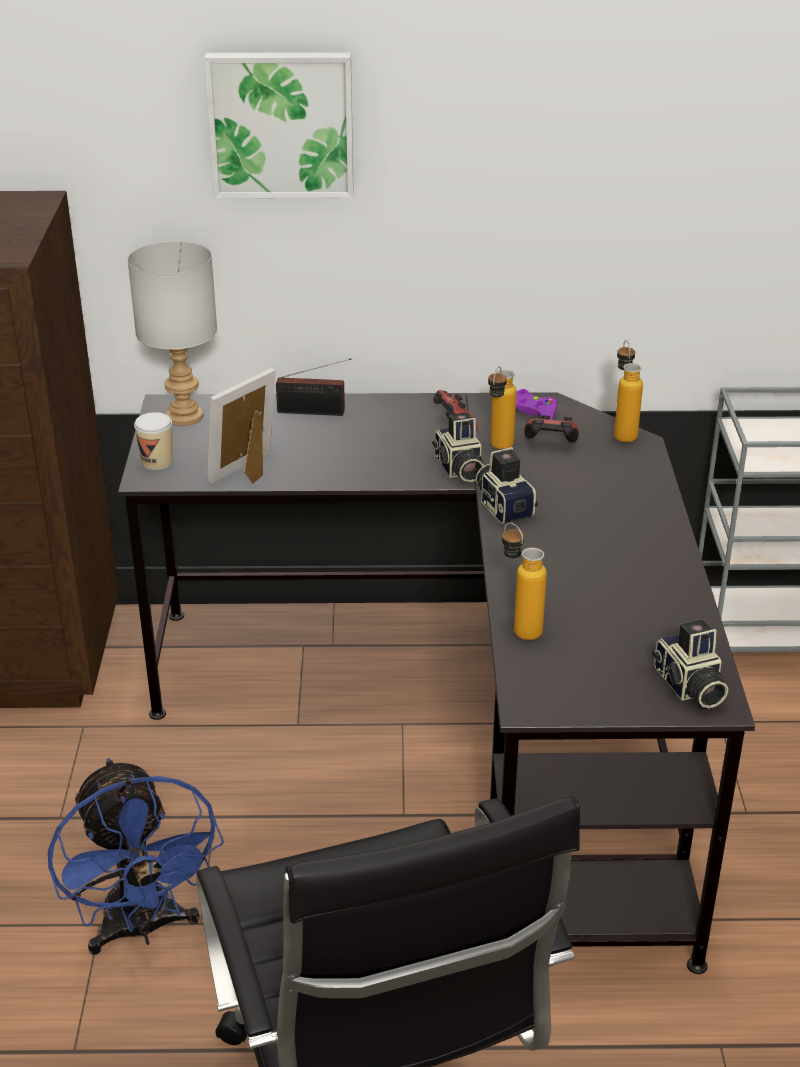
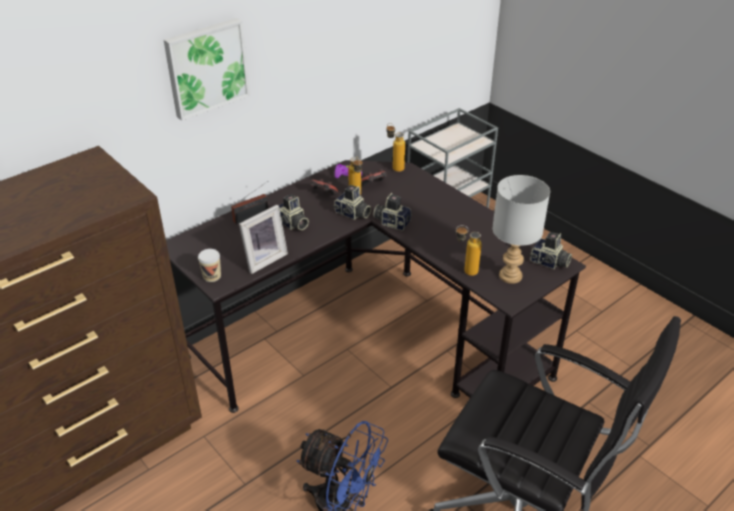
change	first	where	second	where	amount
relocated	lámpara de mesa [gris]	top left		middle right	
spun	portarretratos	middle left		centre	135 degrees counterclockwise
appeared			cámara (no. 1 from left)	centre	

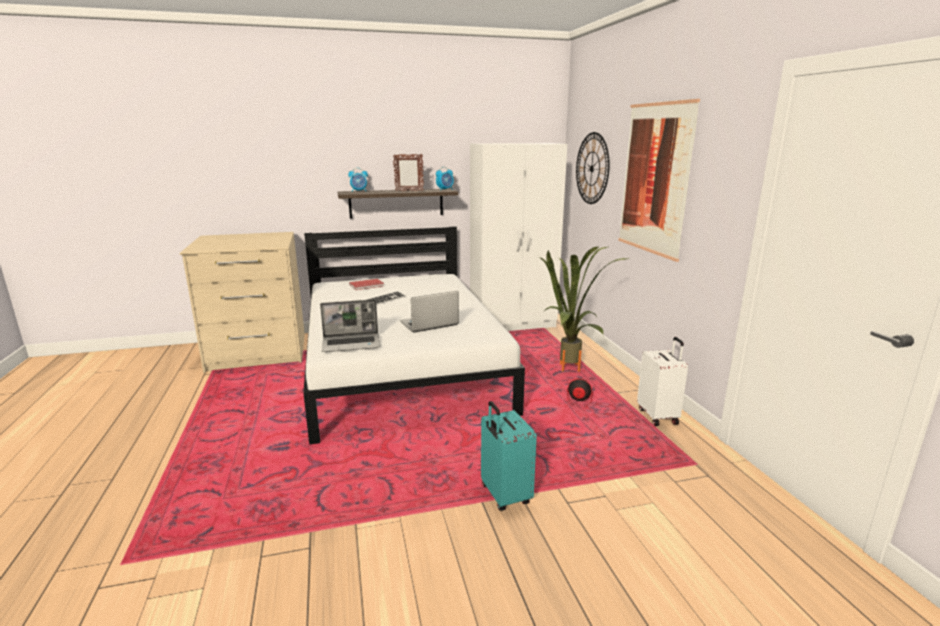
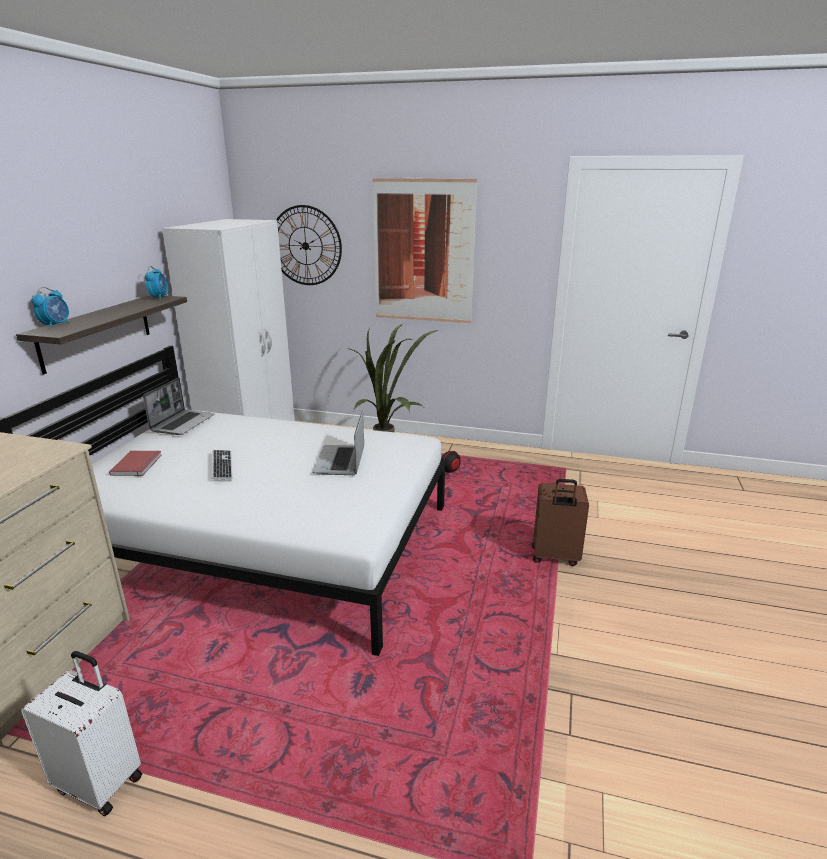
change	first	where	second	where	amount
relocated	portátil (no. 1 from left)	centre		middle left	
missing	portarretratos	top centre			
colour	maleta [turquesa]	bottom centre	maleta [marrón]	middle right	
relocated	maleta [blanco]	middle right		bottom left	

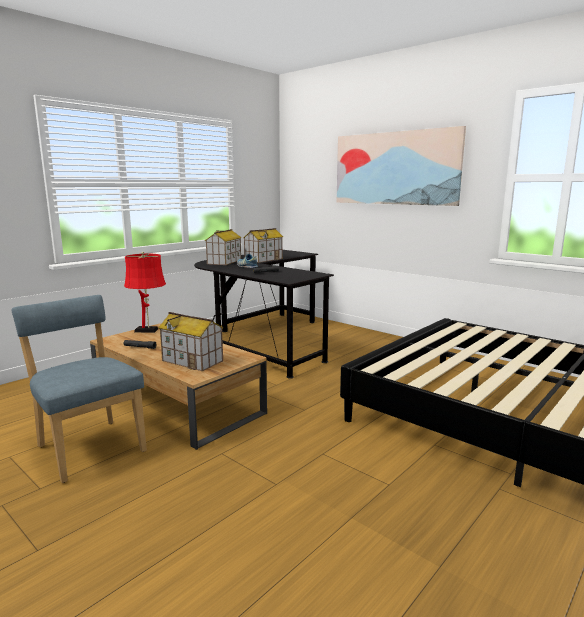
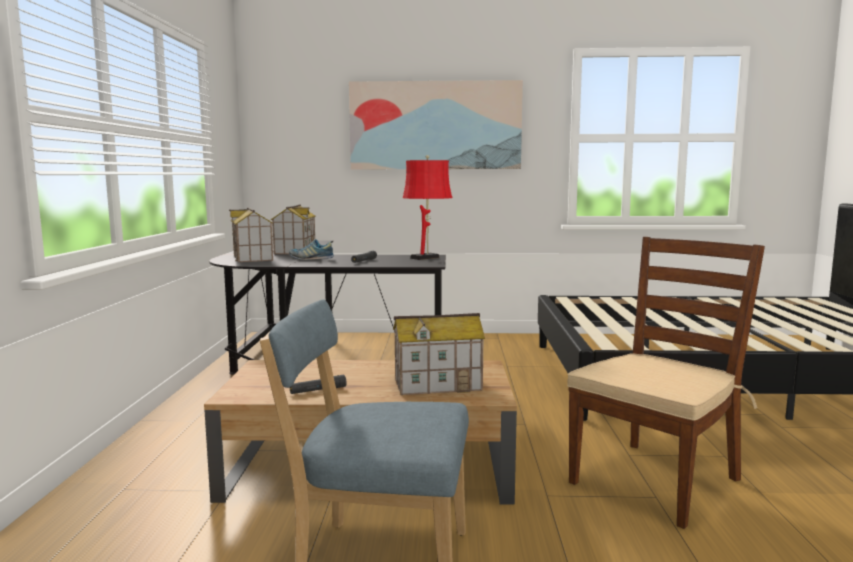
change	first	where	second	where	amount
relocated	lámpara de mesa [rojo]	middle left		centre	
appeared			silla [marrón]	bottom right	

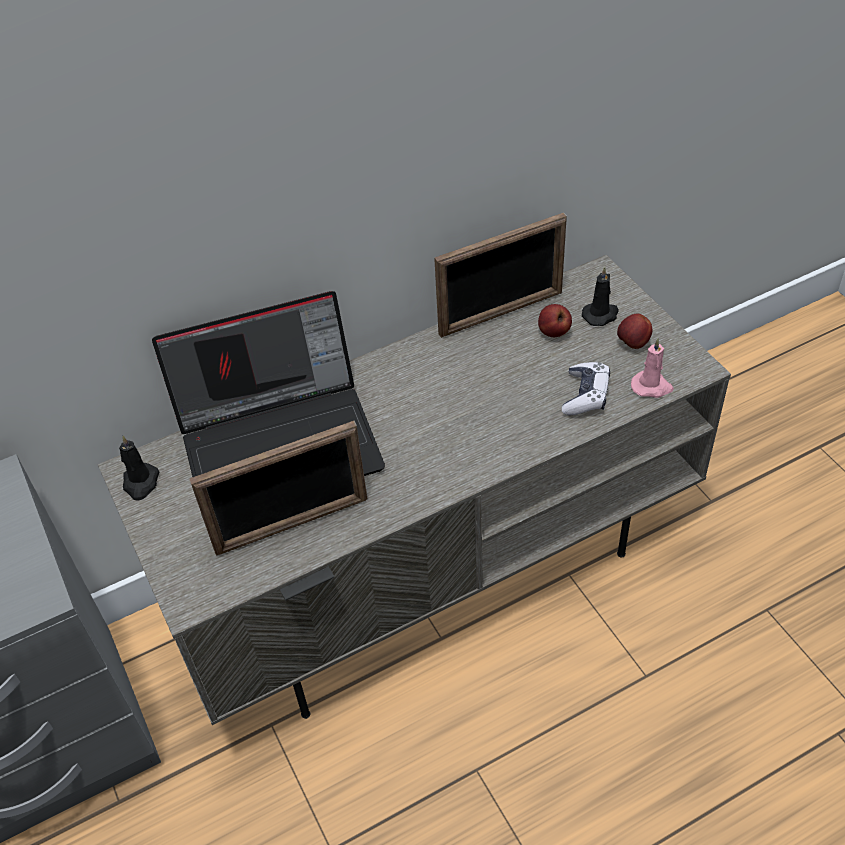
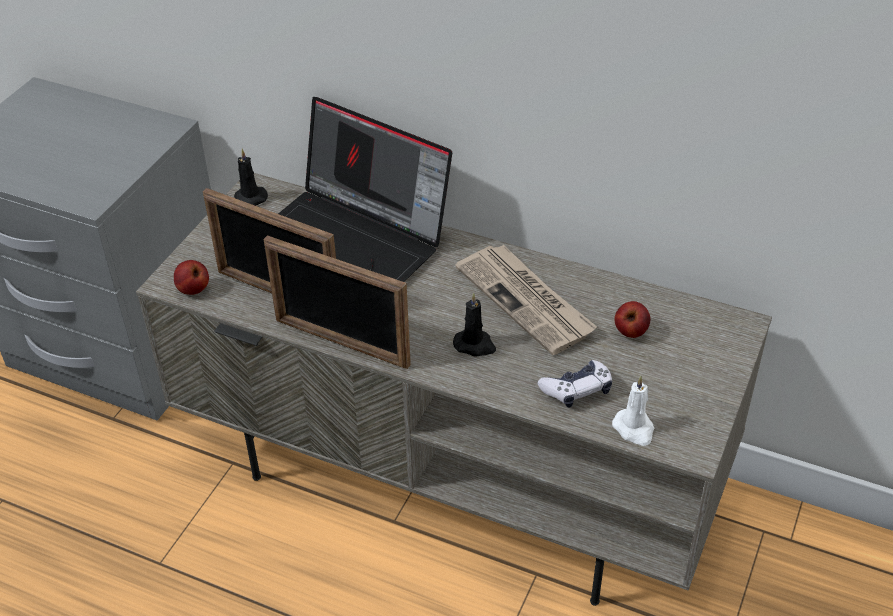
change	first	where	second	where	amount
relocated	portarretratos (no. 2 from left)	top centre		centre	
relocated	vela [negro] (no. 2 from left)	middle right		centre	
relocated	manzana (no. 2 from left in the first image)	middle right	manzana (no. 1 from left)	middle left	
colour	vela [rosa]	middle right	vela [blanco]	bottom right	
appeared			periódico	centre	

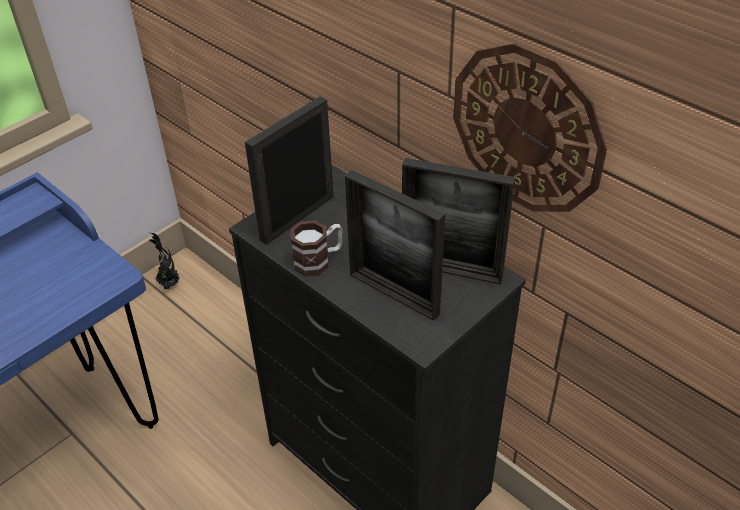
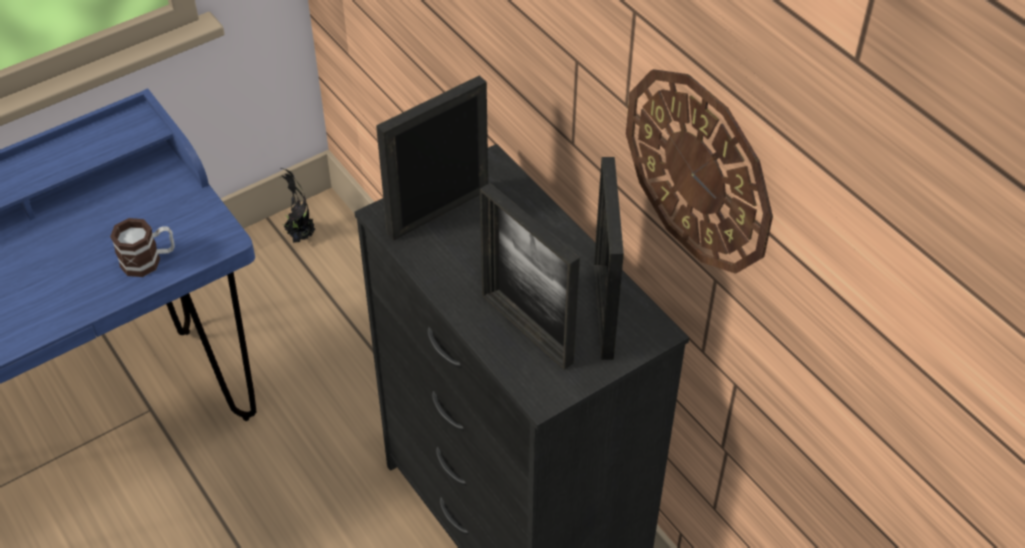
change	first	where	second	where	amount
relocated	taza grande	centre		middle left	
spun	portarretratos (no. 3 from left)	centre		centre	60 degrees clockwise

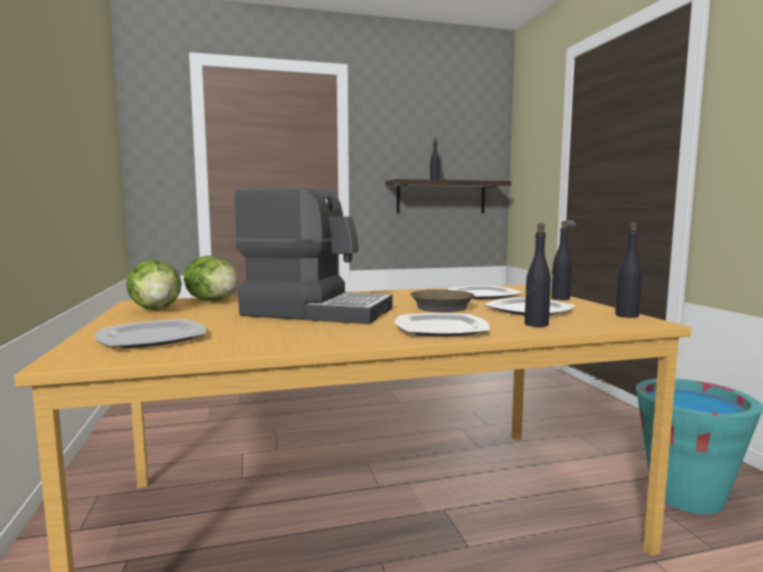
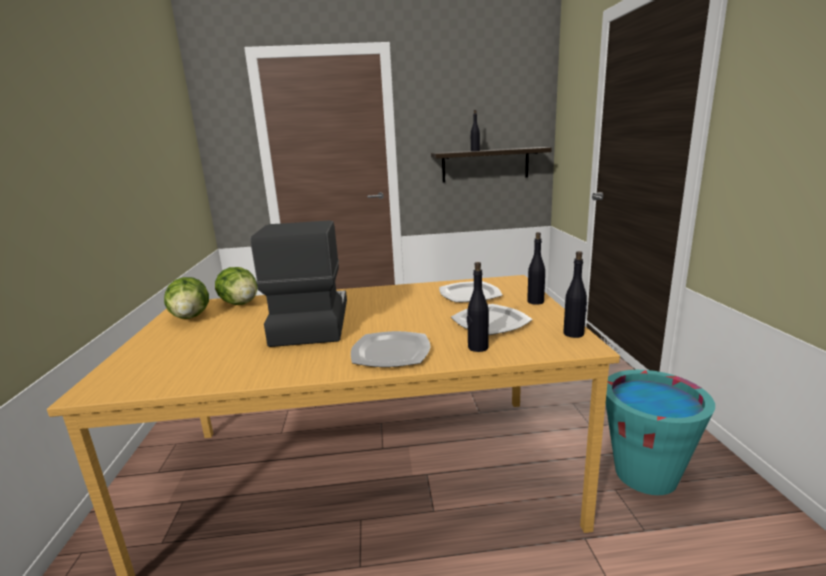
change	first	where	second	where	amount
missing	plato (no. 1 from left)	middle left			
spun	cafetera	centre		centre	120 degrees counterclockwise
missing	sartén [marrón]	centre			

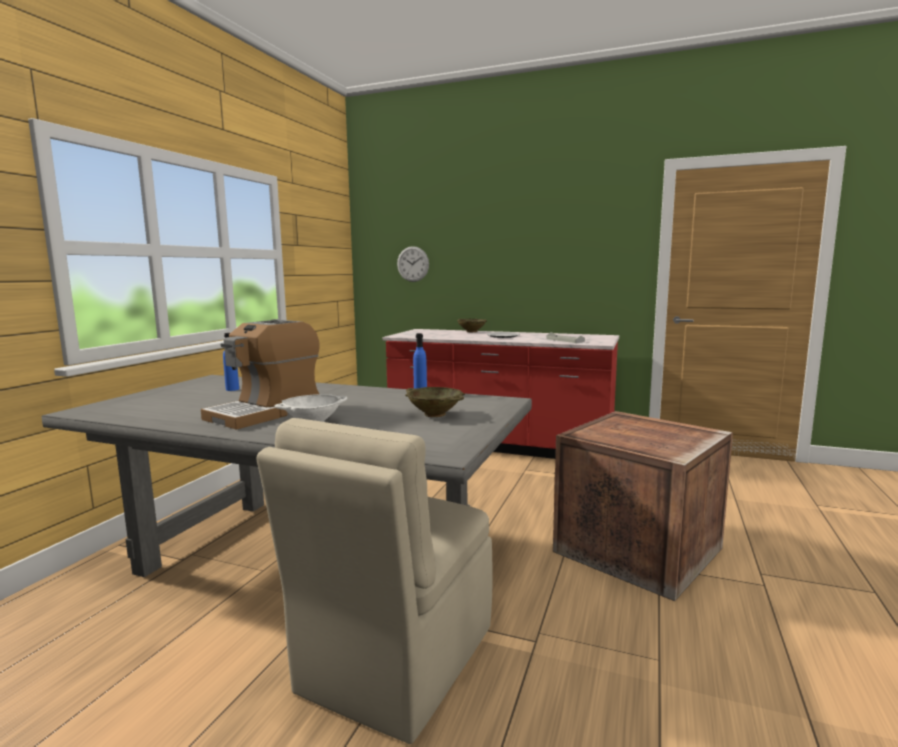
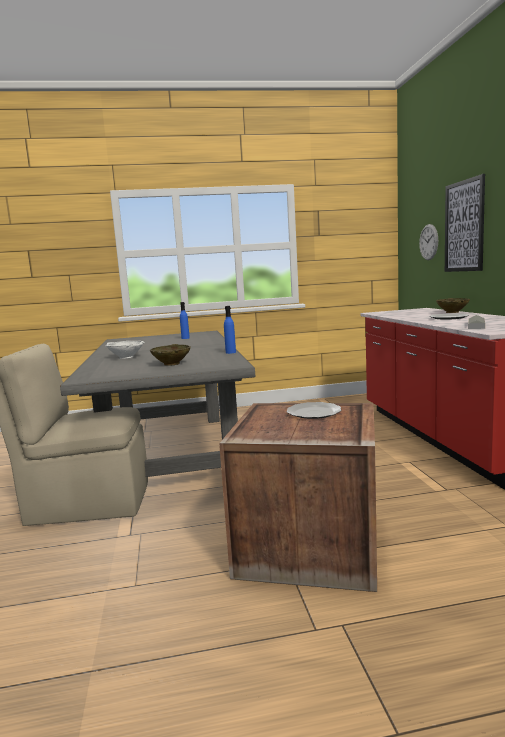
change	first	where	second	where	amount
missing	cafetera	middle left			
appeared			plato (no. 1 from left)	centre	
appeared			cuadro	top right	

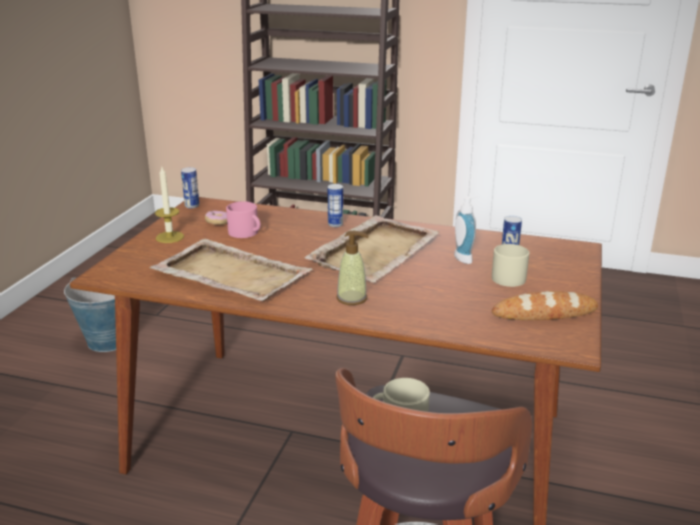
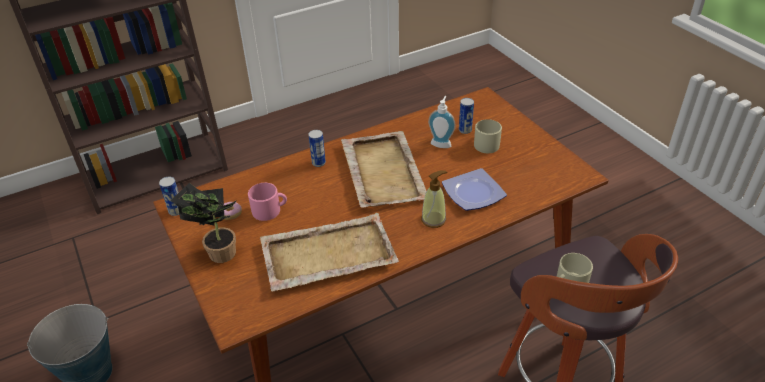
change	first	where	second	where	amount
exchanged	vela	middle left	planta en maceta	middle left	
missing	pan	middle right			
appeared			plato	centre	

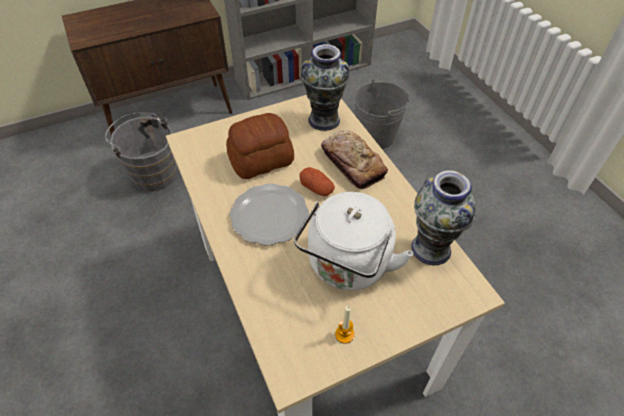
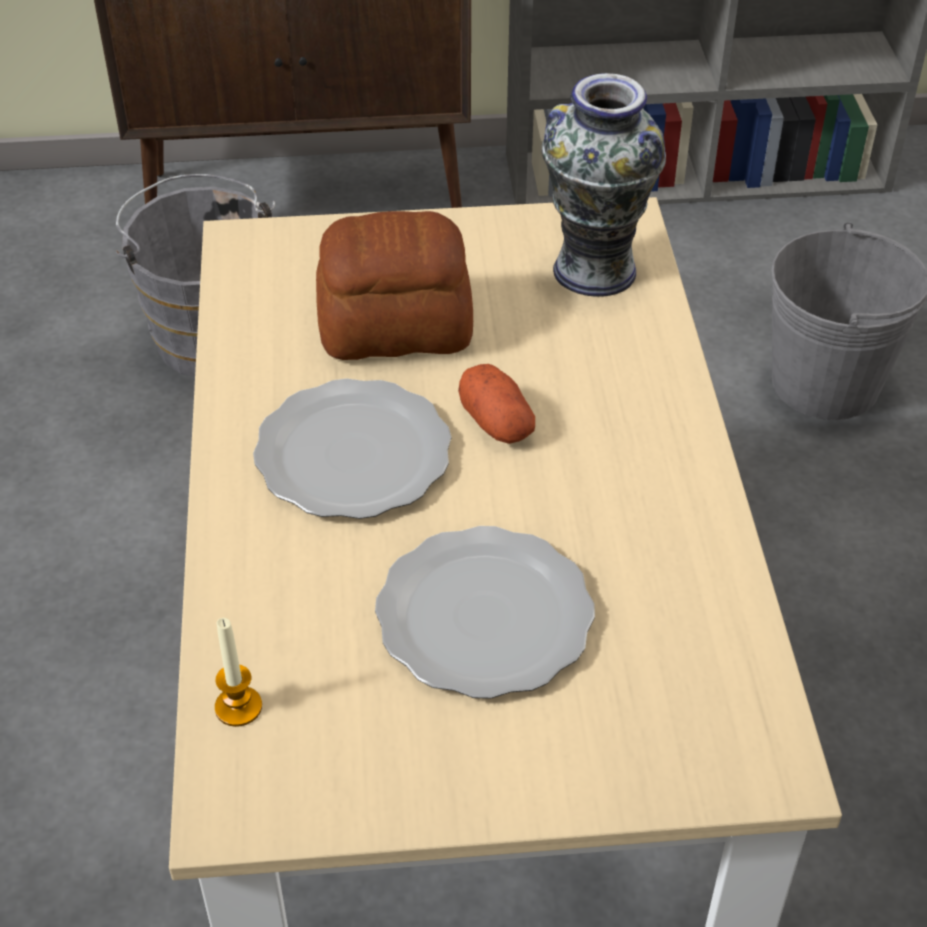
change	first	where	second	where	amount
exchanged	hervidor [blanco]	centre	plato (no. 2 from left)	centre	
missing	pan (no. 2 from left)	centre			
relocated	vela	bottom centre		bottom left	
missing	florero (no. 2 from left)	middle right			

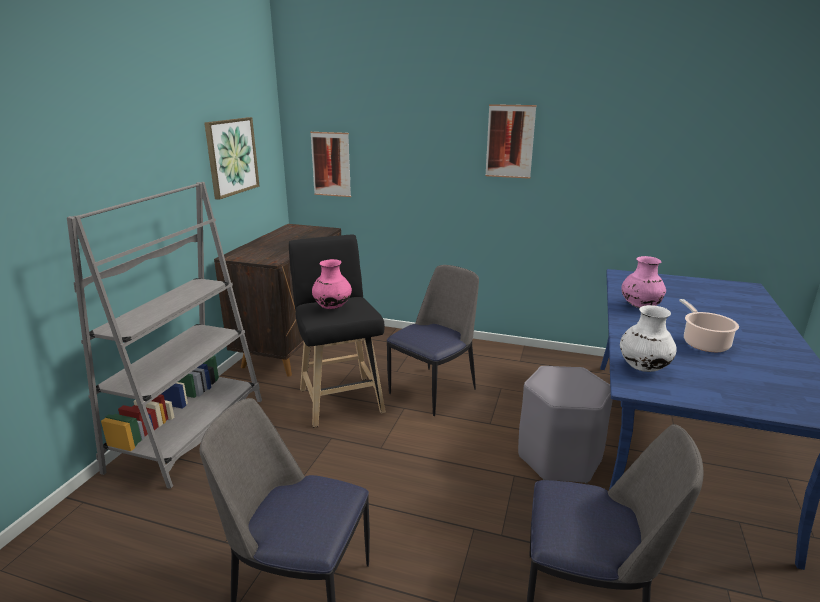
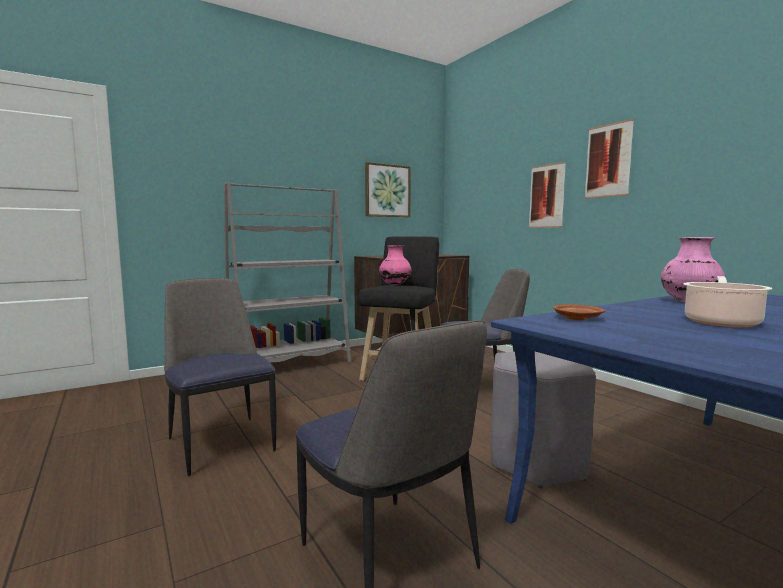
change	first	where	second	where	amount
relocated	cuadro (no. 2 from left)	top centre		top right	
exchanged	florero [blanco]	middle right	plato [marrón]	middle right	

